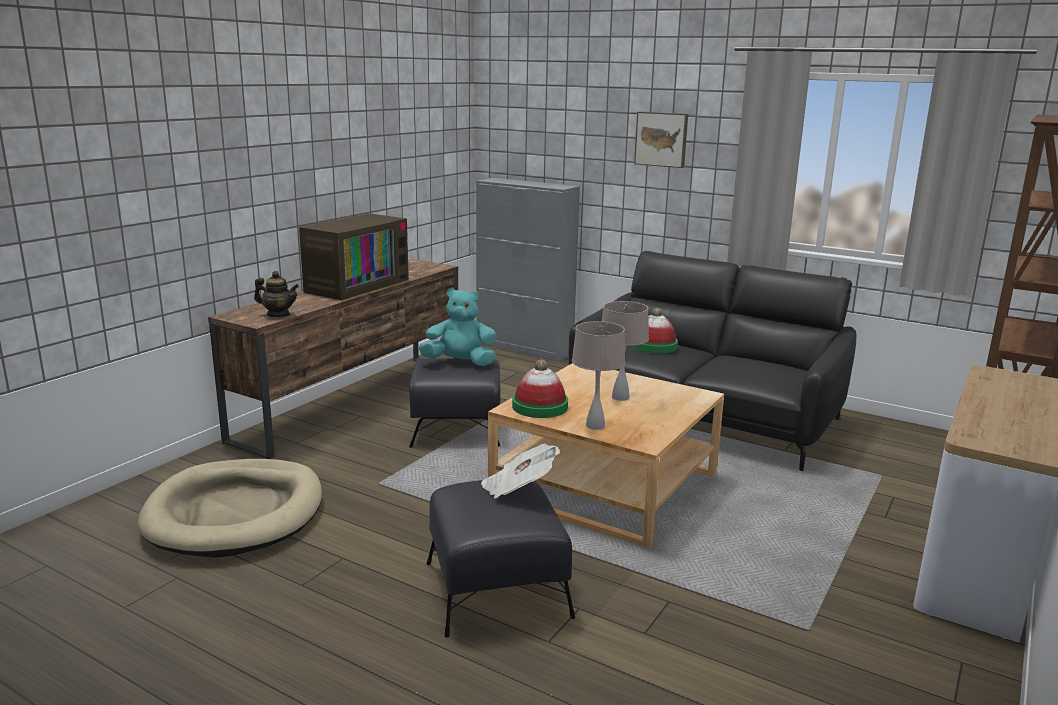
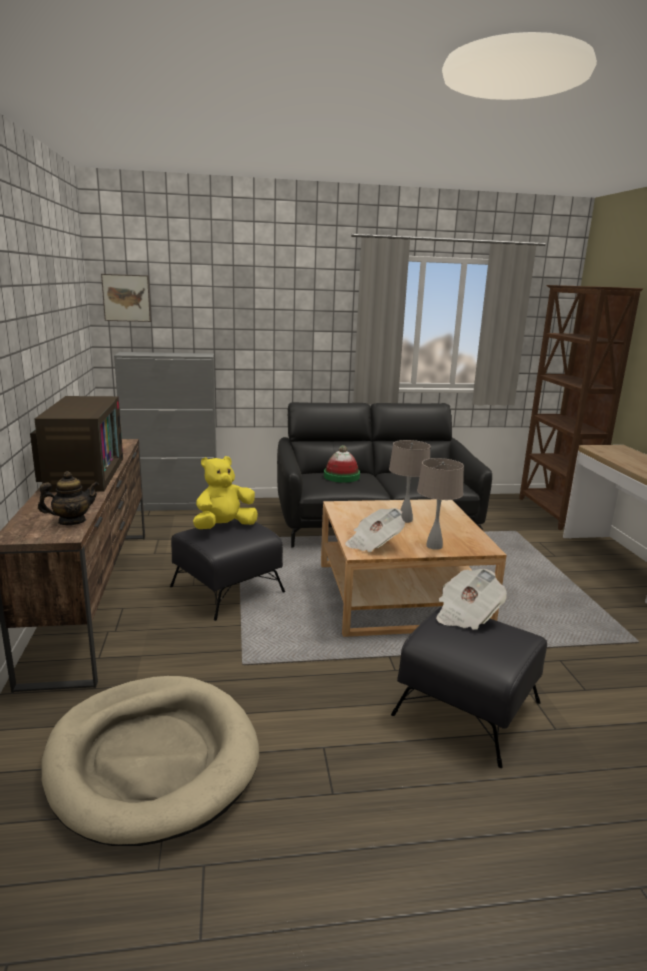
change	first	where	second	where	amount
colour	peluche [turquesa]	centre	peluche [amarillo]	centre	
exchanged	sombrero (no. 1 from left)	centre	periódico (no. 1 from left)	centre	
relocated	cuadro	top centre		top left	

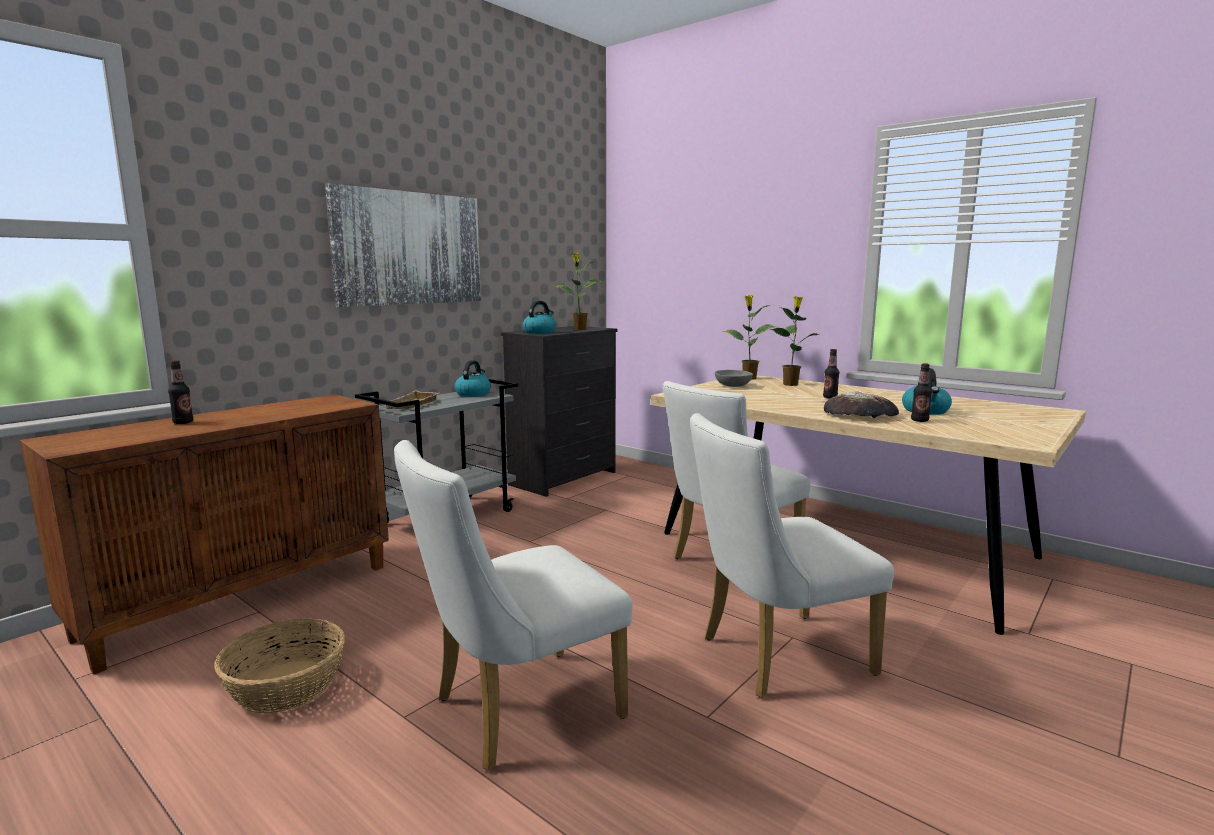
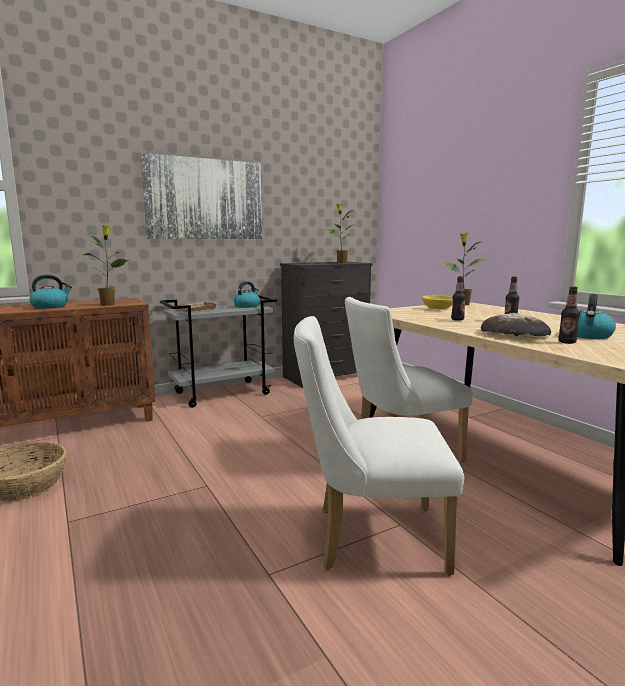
change	first	where	second	where	amount
relocated	botella (no. 1 from left)	middle left		middle right	
missing	silla [blanco] (no. 1 from left)	bottom centre			
relocated	hervidor (no. 2 from left in the first image)	centre	hervidor (no. 1 from left)	middle left	
colour	cuenco [gris]	centre	cuenco [amarillo]	middle right	
relocated	planta en maceta (no. 3 from left in the first image)	centre	planta en maceta (no. 1 from left)	middle left	

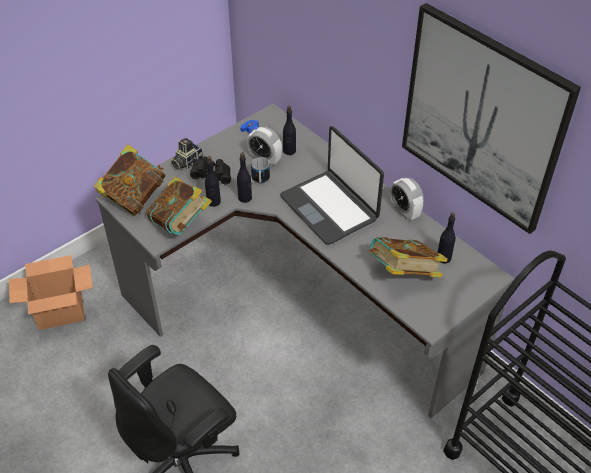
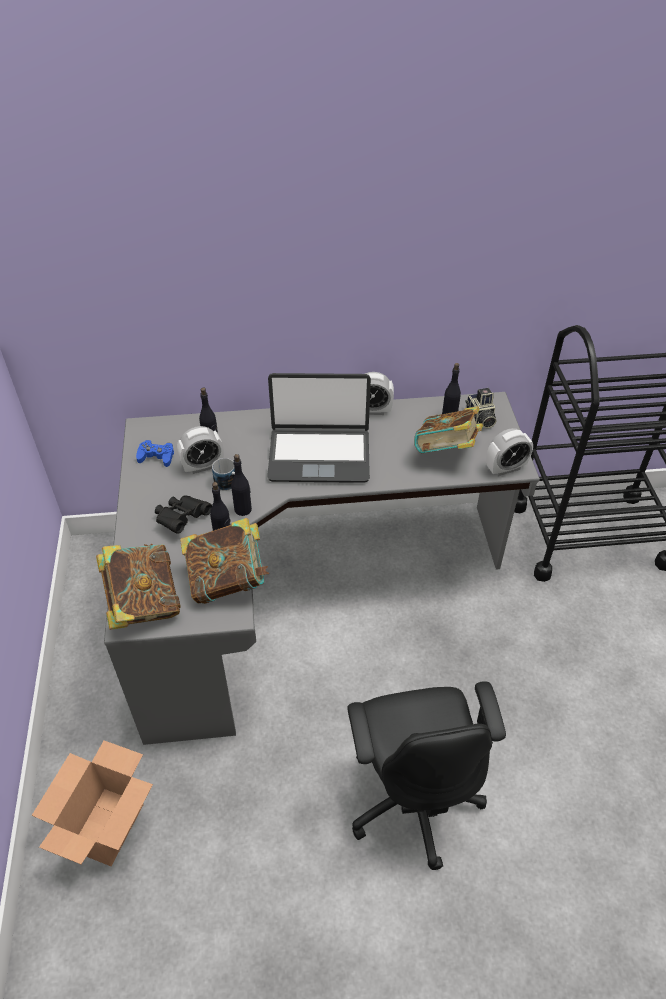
change	first	where	second	where	amount
relocated	cámara	top left		middle right	
missing	cuadro	top right			
appeared			despertador (no. 3 from left)	middle right	

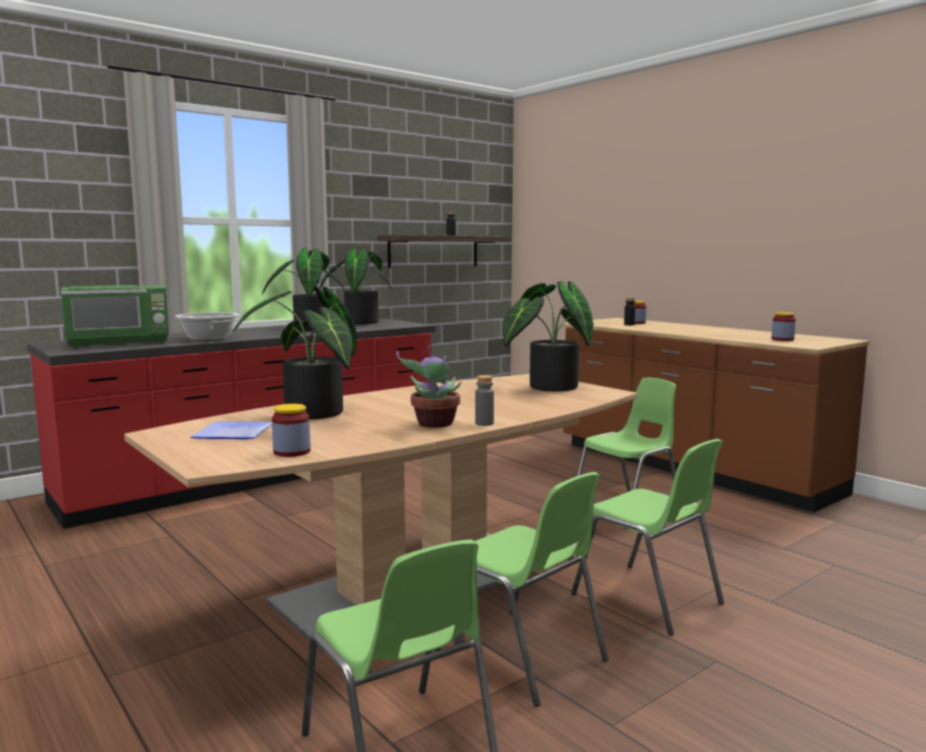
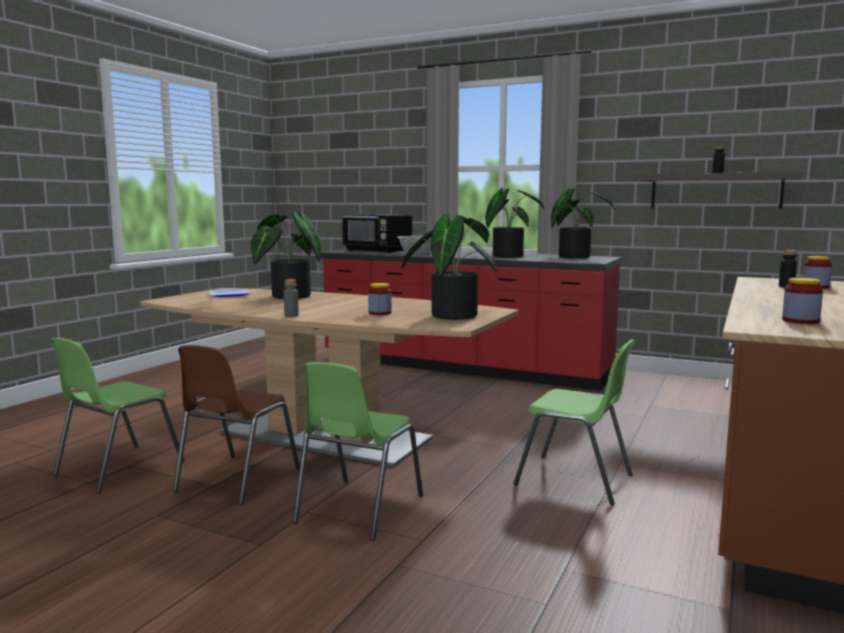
change	first	where	second	where	amount
colour	microondas [verde]	middle left	microondas [negro]	centre	
relocated	tarro (no. 1 from left)	middle left		centre	
missing	planta en maceta (no. 4 from left)	centre			
colour	silla [verde] (no. 2 from left)	bottom centre	silla [marrón]	bottom left	

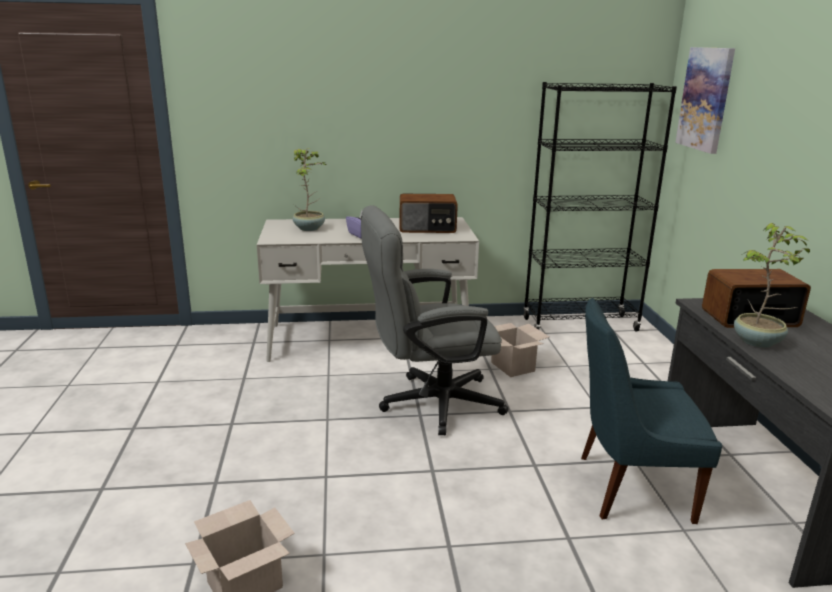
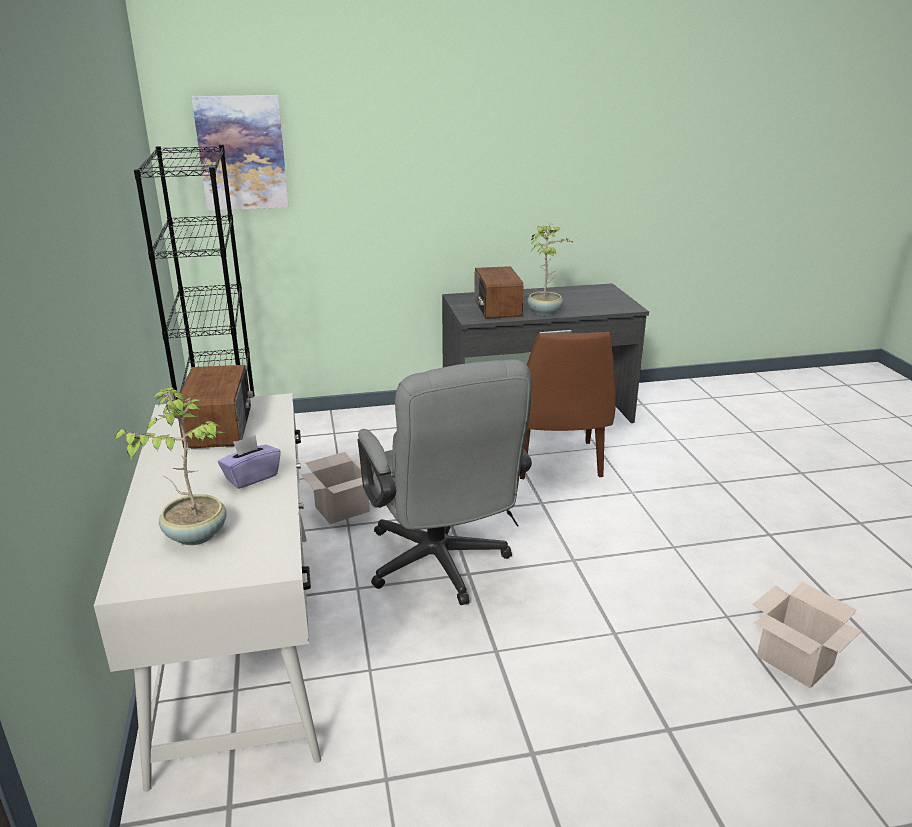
change	first	where	second	where	amount
colour	silla [azul]	bottom right	silla [marrón]	centre	

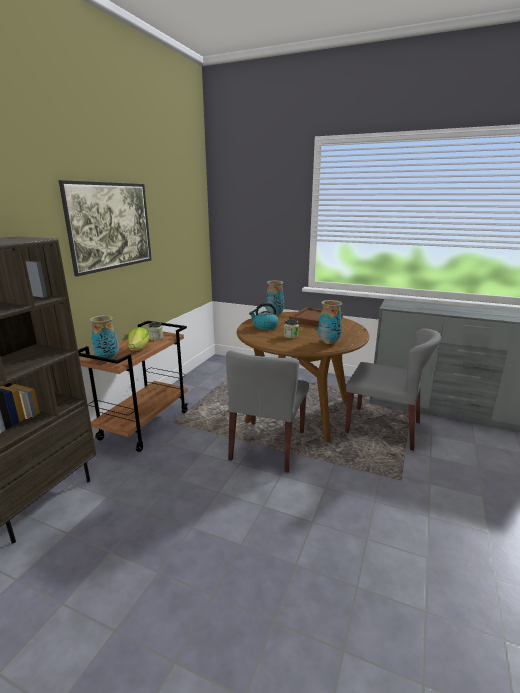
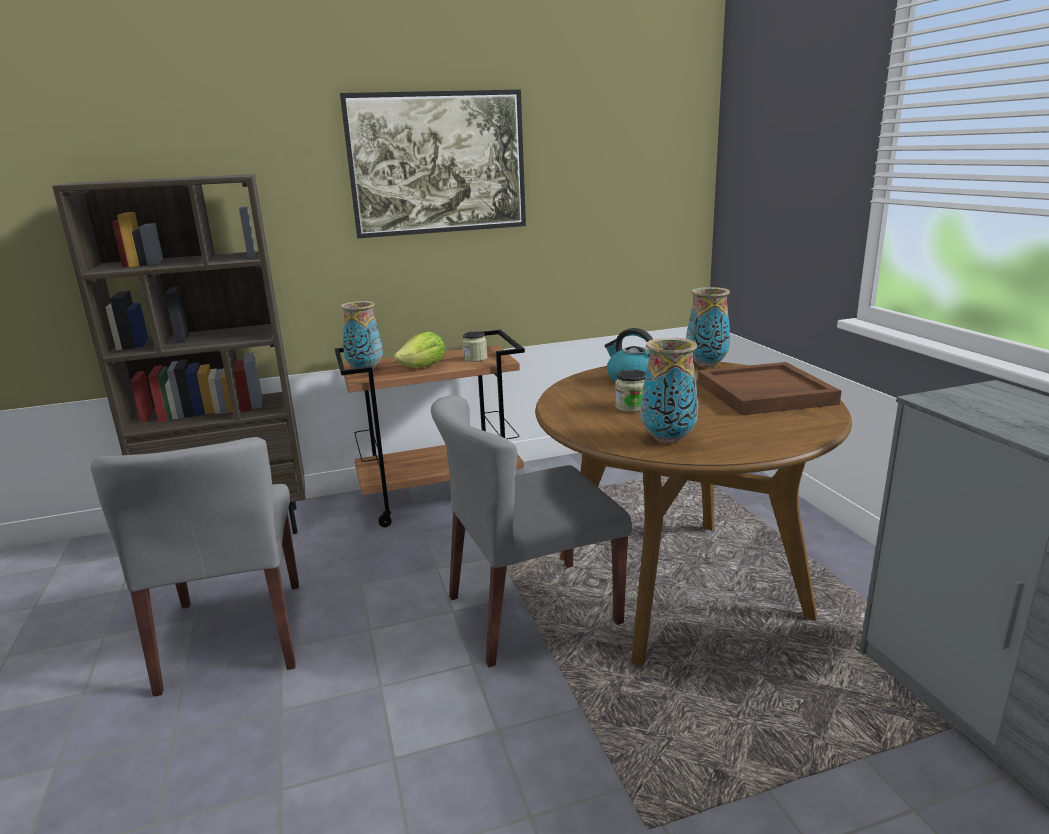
change	first	where	second	where	amount
relocated	silla [gris] (no. 2 from left in the first image)	middle right	silla [gris] (no. 1 from left)	bottom left	

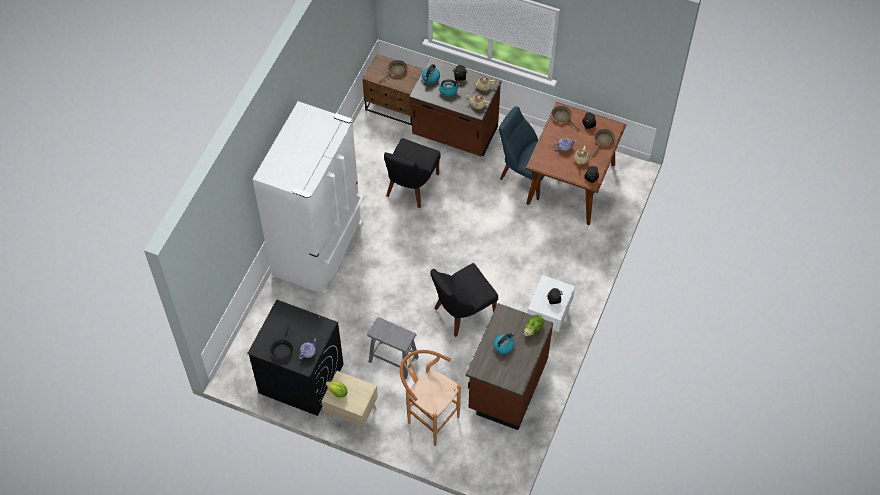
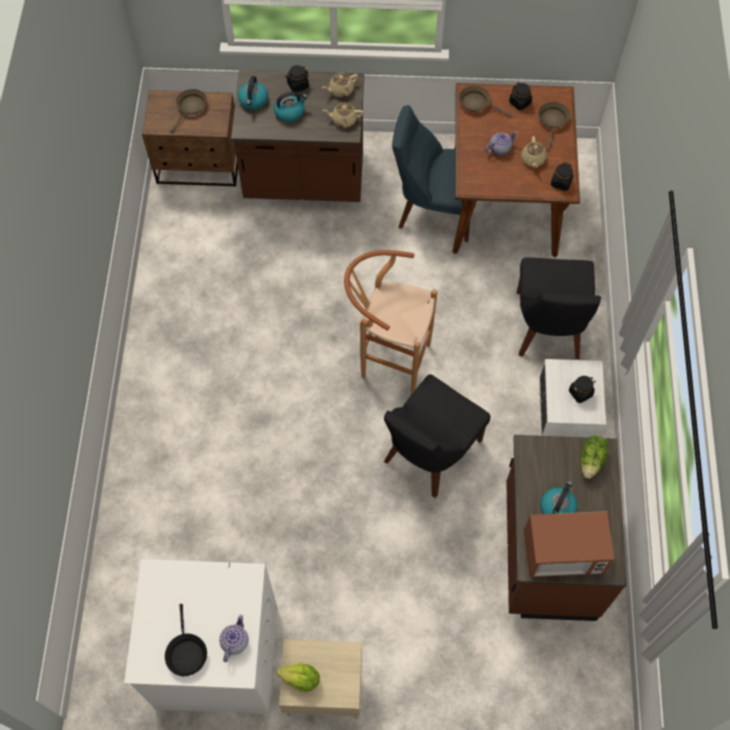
change	first	where	second	where	amount
colour	lavadora [negro]	bottom centre	lavadora [blanco]	bottom left	
missing	nevera [blanco]	centre			
missing	taburete [gris]	bottom centre			
relocated	silla [negro] (no. 1 from left in the first image)	centre	silla [negro] (no. 2 from left)	middle right	
relocated	taburete [marrón]	bottom centre		centre	
appeared			microondas	bottom right	

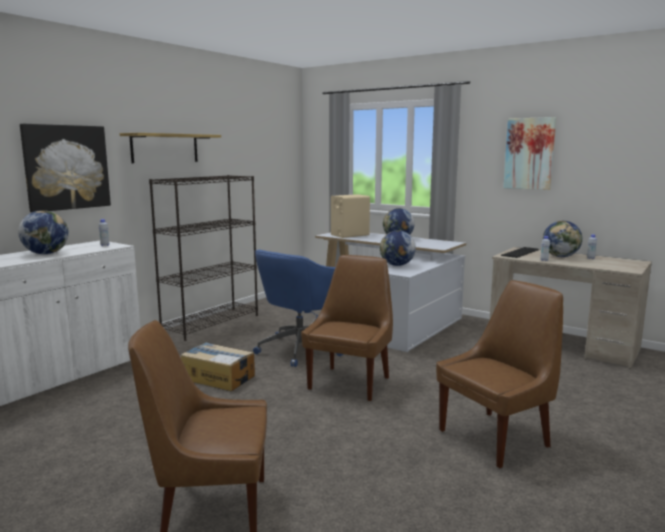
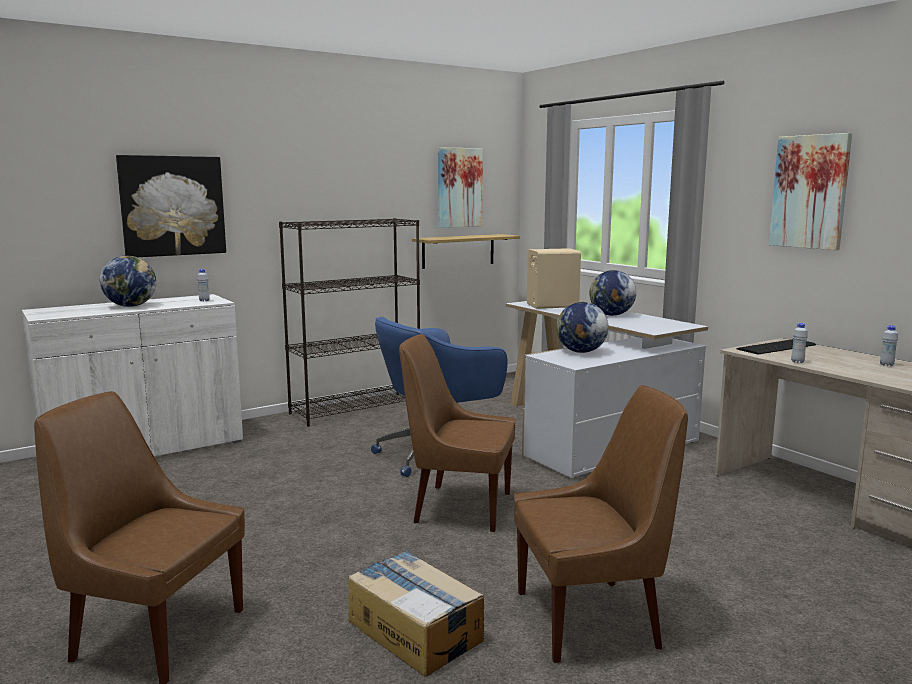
change	first	where	second	where	amount
relocated	estante	top left		centre	
relocated	caja de cartón	bottom left		bottom centre	
spun	silla [marrón] (no. 2 from left)	centre		centre	120 degrees counterclockwise
missing	globo terráqueo (no. 4 from left)	middle right			
appeared			cuadro (no. 2 from left)	top centre	

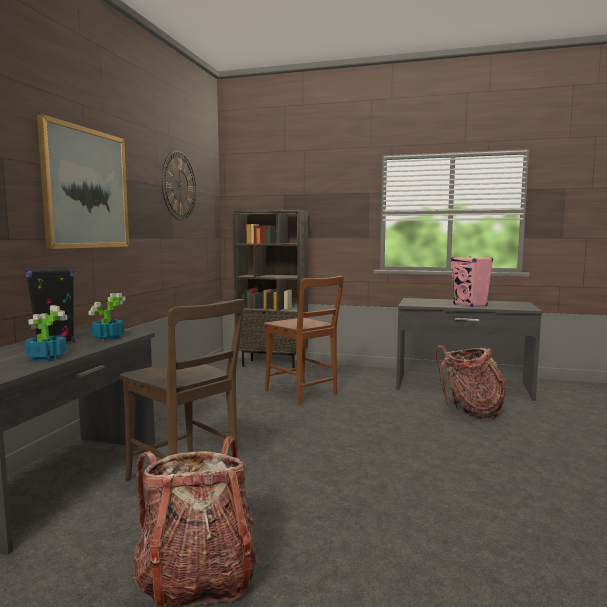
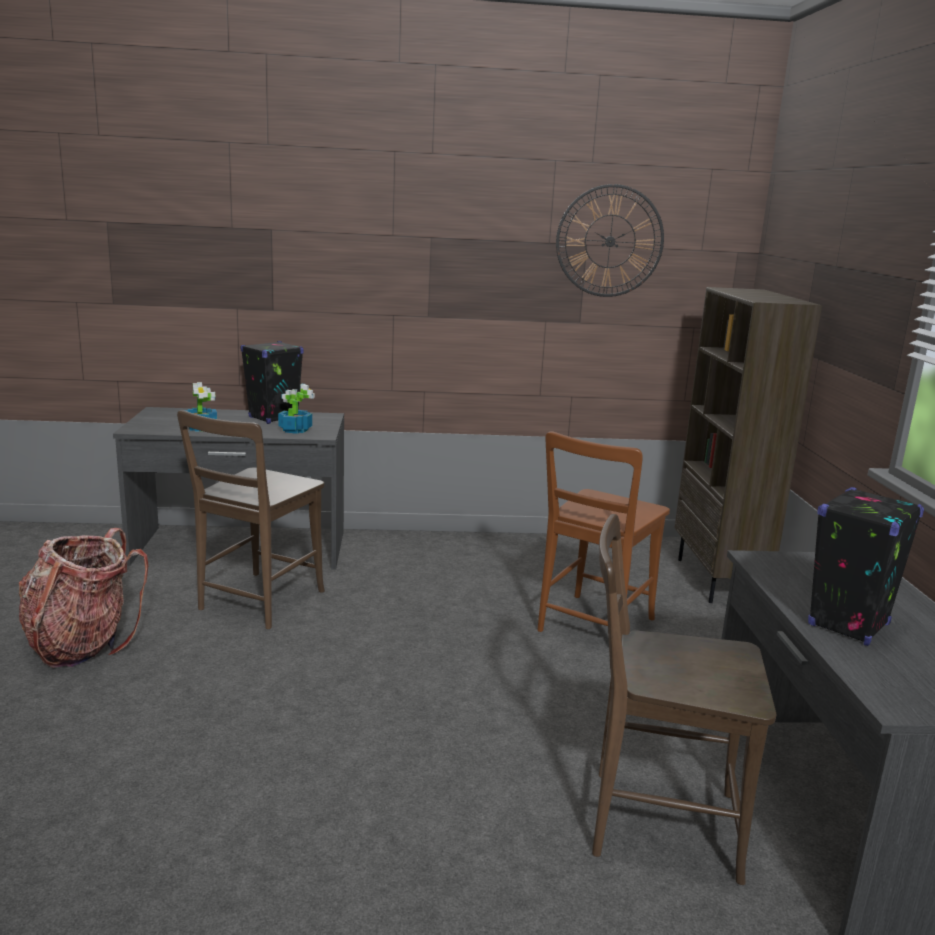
change	first	where	second	where	amount
missing	cuadro	top left			
exchanged	mochila (no. 2 from left)	middle right	silla [marrón] (no. 3 from left)	bottom right	
colour	altavoz [rosa]	middle right	altavoz [negro] (no. 2 from left)	middle right	

